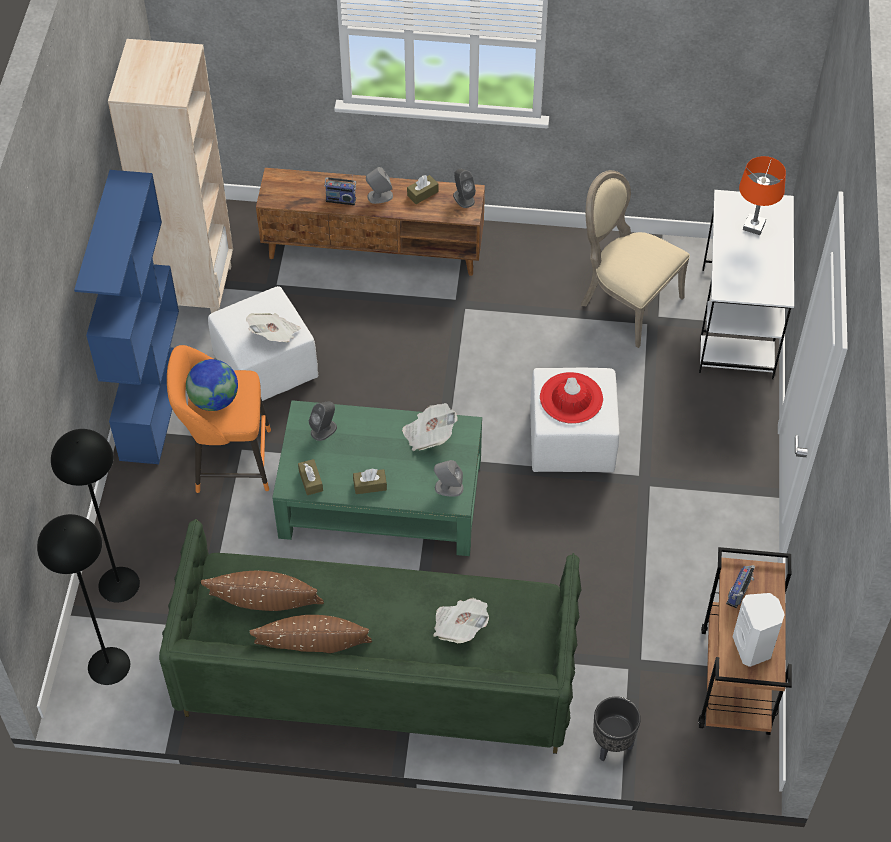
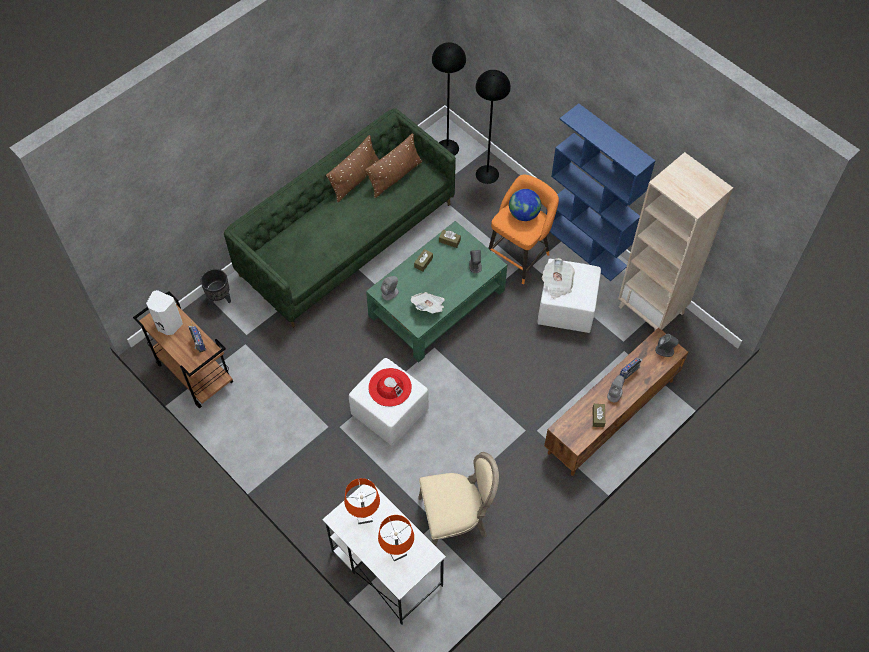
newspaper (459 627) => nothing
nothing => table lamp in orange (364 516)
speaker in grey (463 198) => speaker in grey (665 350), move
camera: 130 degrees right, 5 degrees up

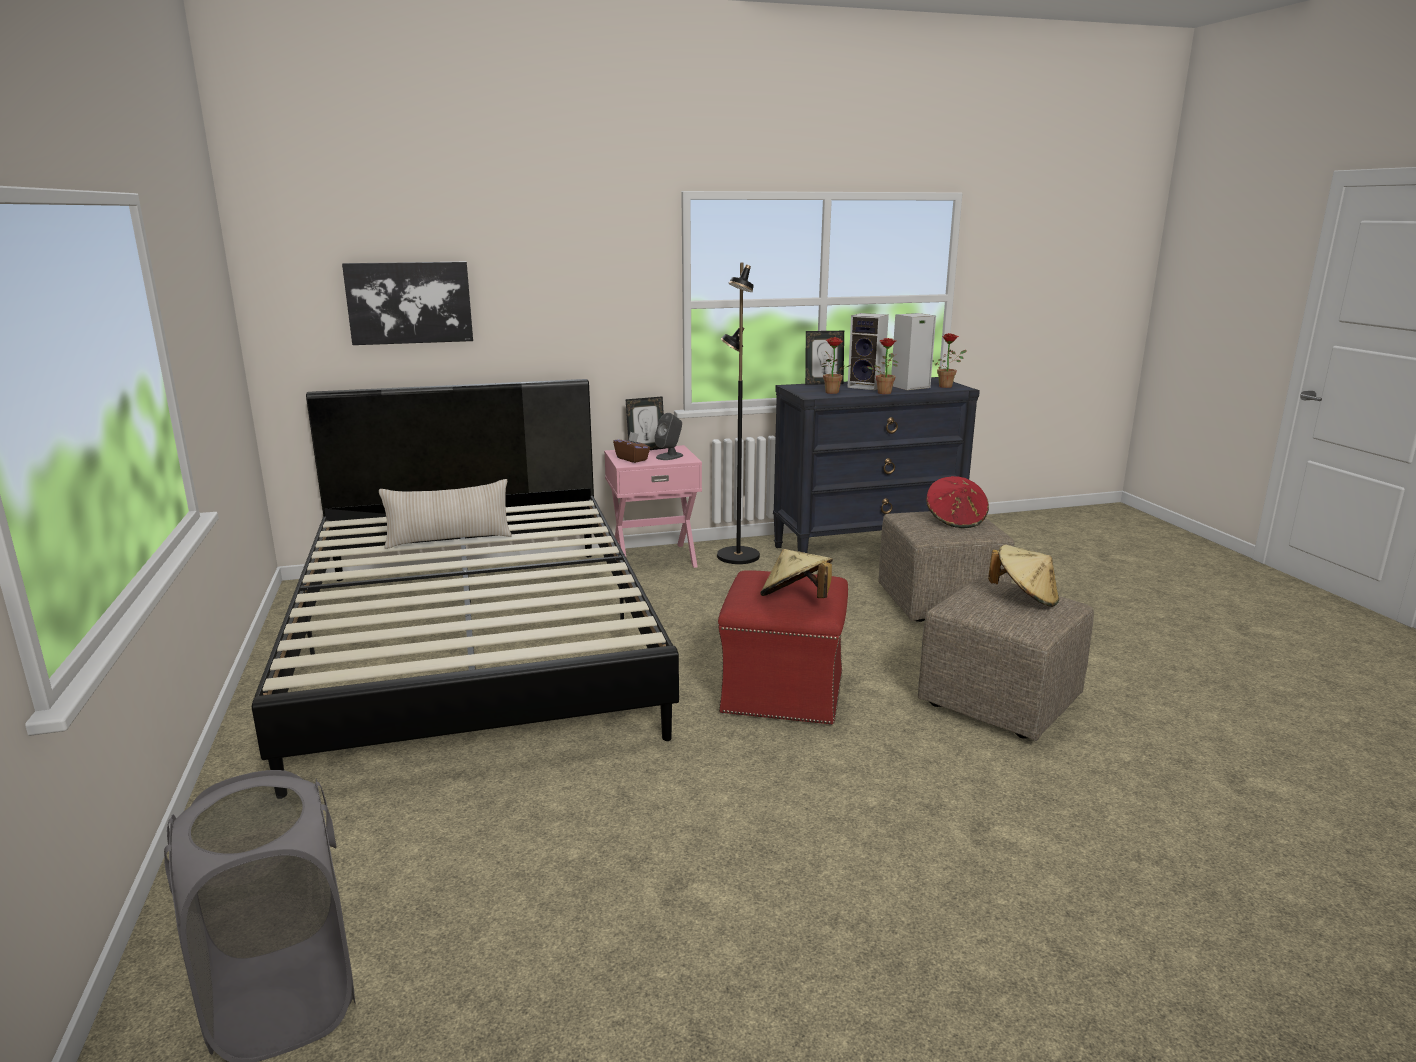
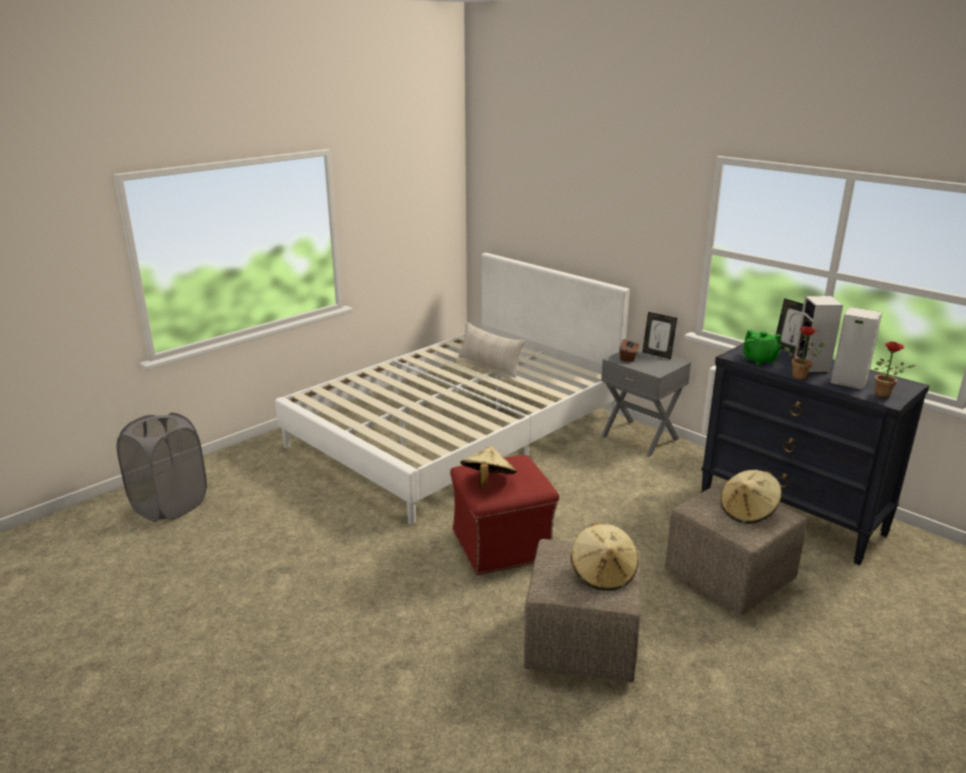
picture (409 302) => nothing
speaker in grey (669 456) => nothing
floor lamp in black (737 556) => nothing
potted plant (832 393) => teapot in green (759 360)
bed in black (476 643) => bed in white (457 430)
nightstand in pink (653 558) => nightstand in grey (640 437)
hat in red (955 520) => hat in beige (748 512)
camera: 60 degrees right, 5 degrees up

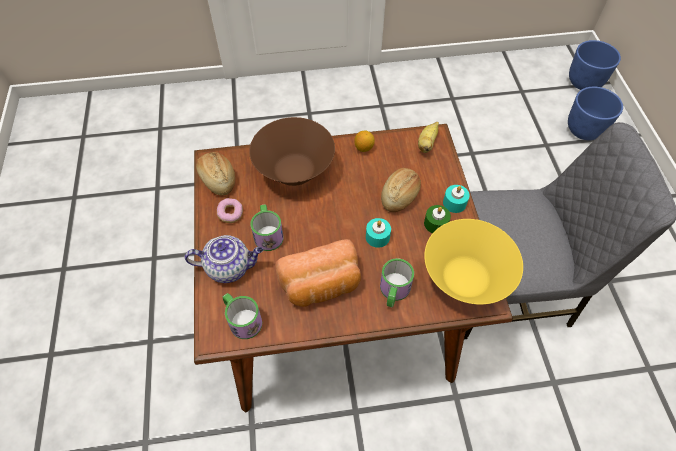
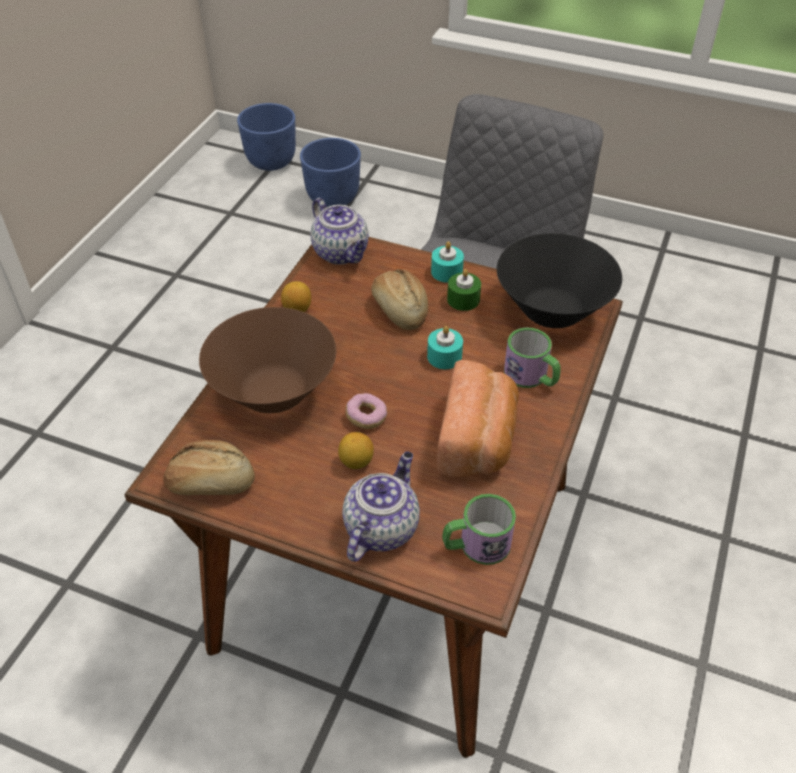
donut (230 214) => donut (366 417), move
mug (268 233) => lemon (356 462)
banana (427 143) => teapot (342 253)
bowl in yellow (465 278) => bowl in black (552 310)
camera: 60 degrees left, 10 degrees down

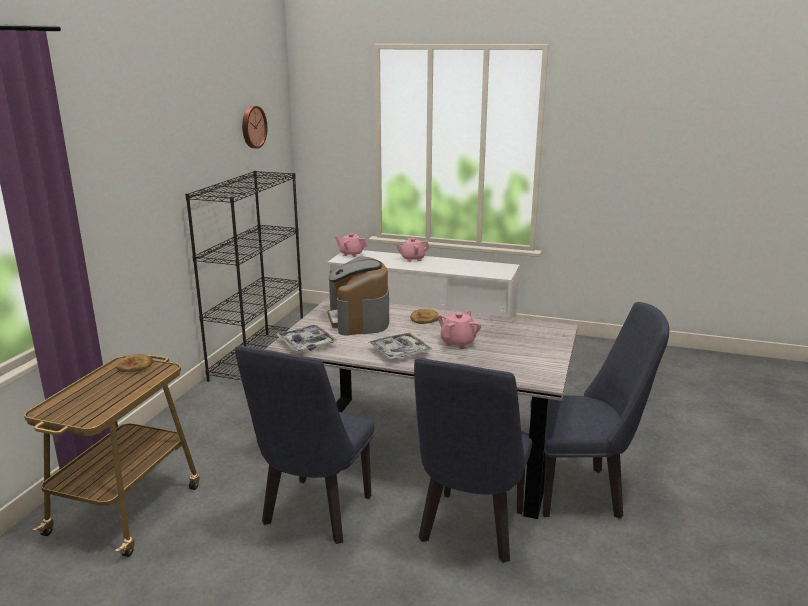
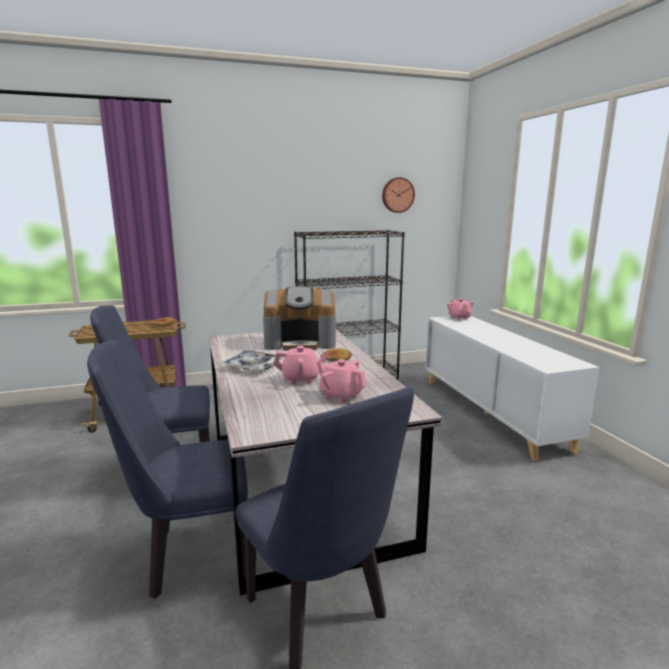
tray (306 343) => nothing
teapot in pink (412 259) => teapot in pink (341 395), move
coffee machine (359 319) => coffee machine (301 342), 135 degrees counterclockwise
camera: 55 degrees right, 5 degrees down

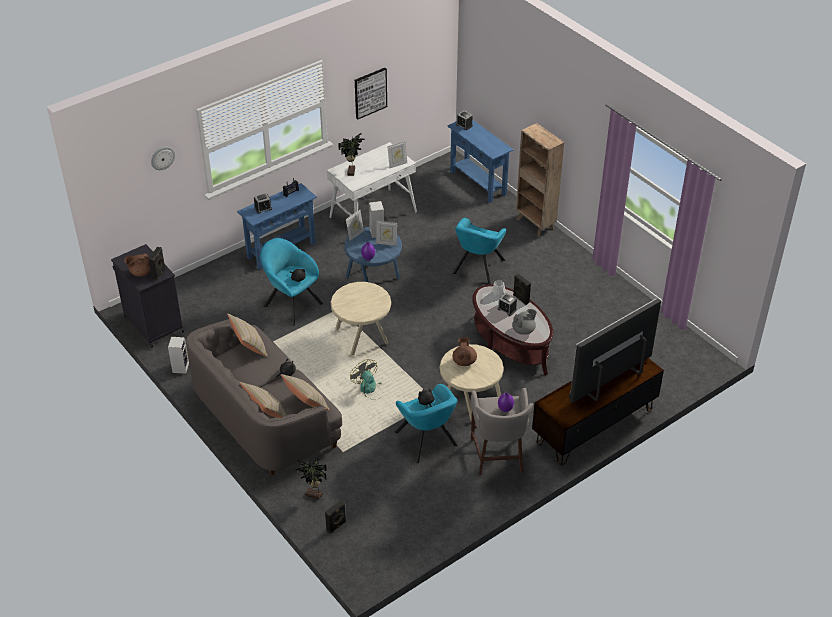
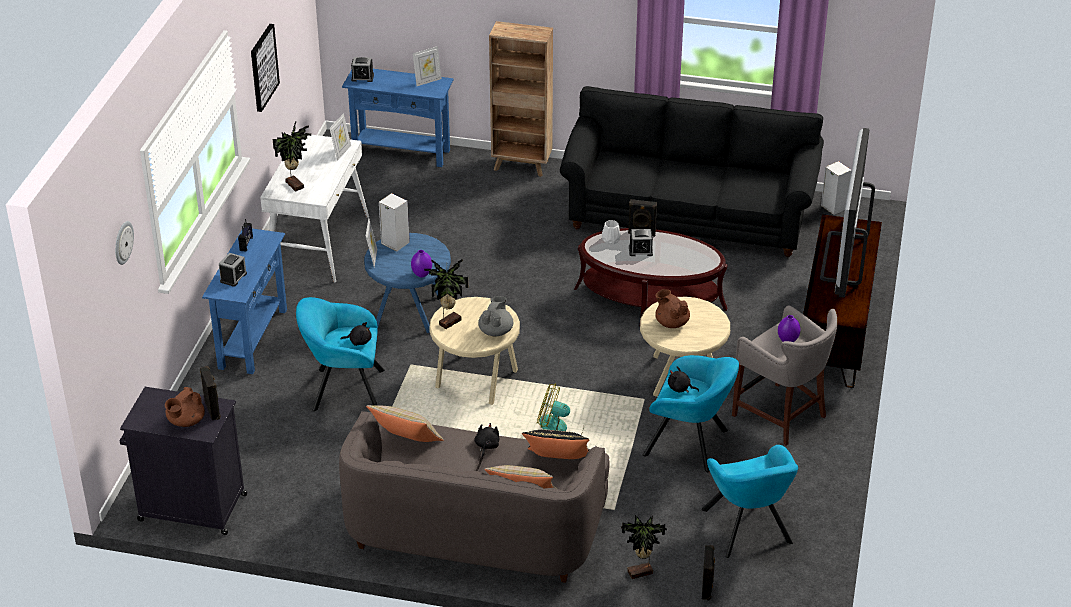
nothing => potted plant (448 322)
nothing => sofa in black (689 216)
speaker (180 367) => speaker (832 207), move
picture frame (386 243) => picture frame (427 81), move
armchair in turquoise (477 268) => armchair in turquoise (748 529), move
teapot in grey (523 330) => teapot in grey (496 331), move
pillow in beige (306 404) => pillow in black (557 463)
camera: 40 degrees left, 5 degrees down

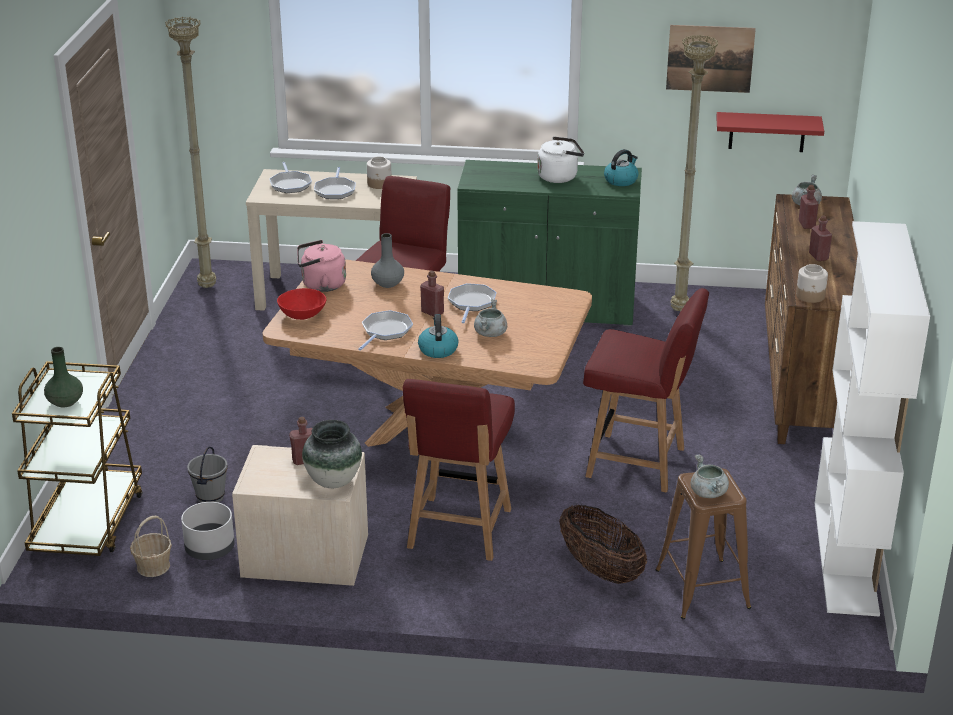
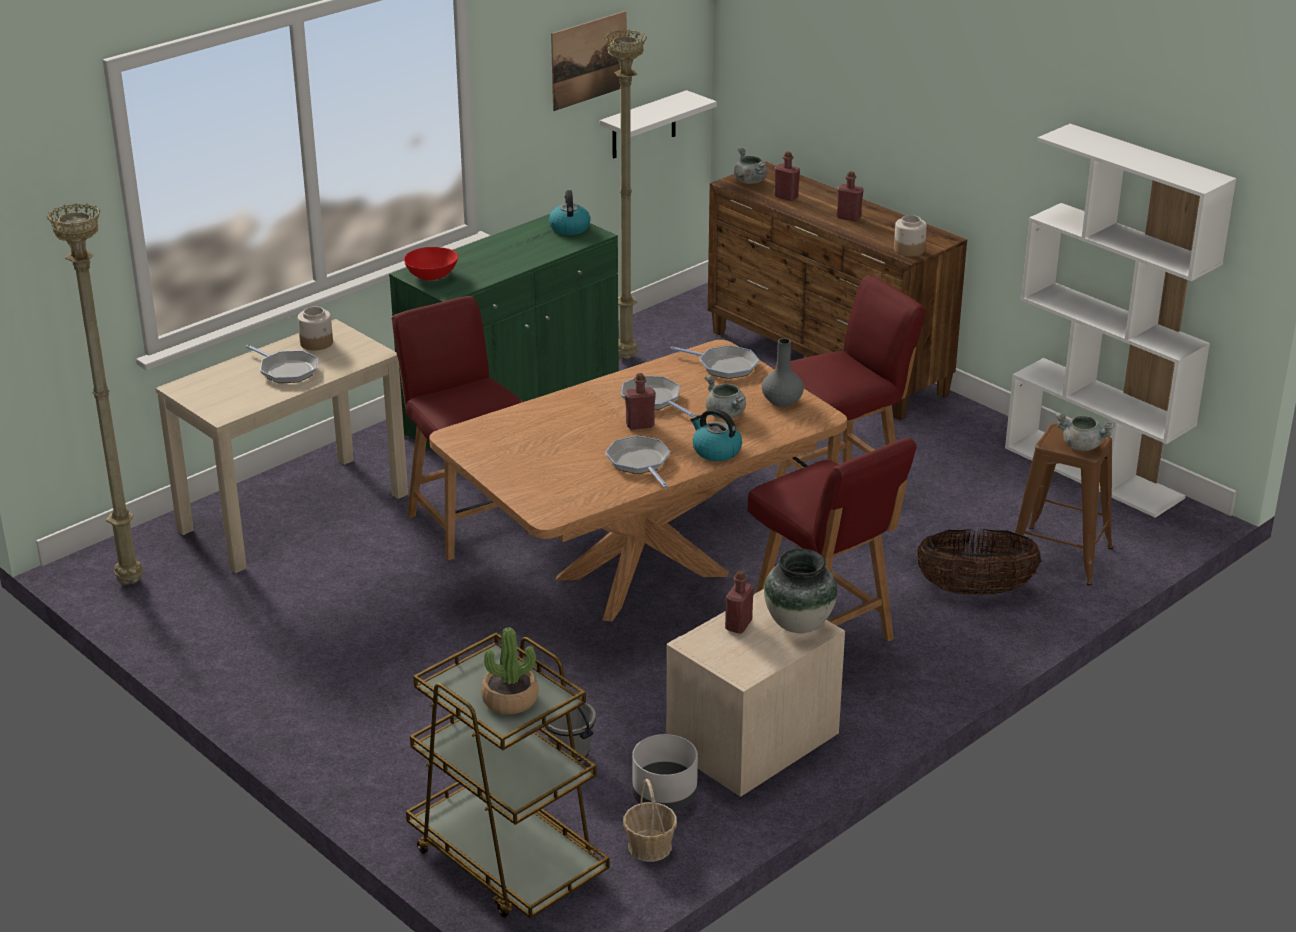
kettle in pink (321 285) => nothing
kettle in white (560 176) => nothing
frying pan (290 184) => frying pan (724 366), move
bowl in red (302 315) => bowl in red (432 275), move
vase in grey (388 283) => vase in grey (782 401), move
vase in green (64 402) => potted plant (510 700)
shelf in red (767 132) => shelf in white (643 125)
camera: 50 degrees left, 0 degrees up

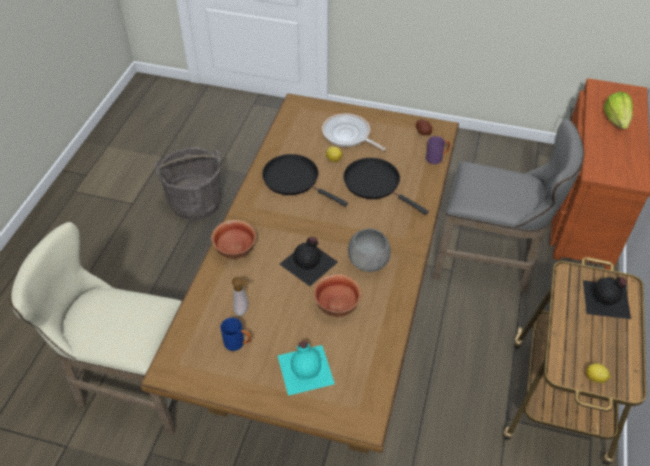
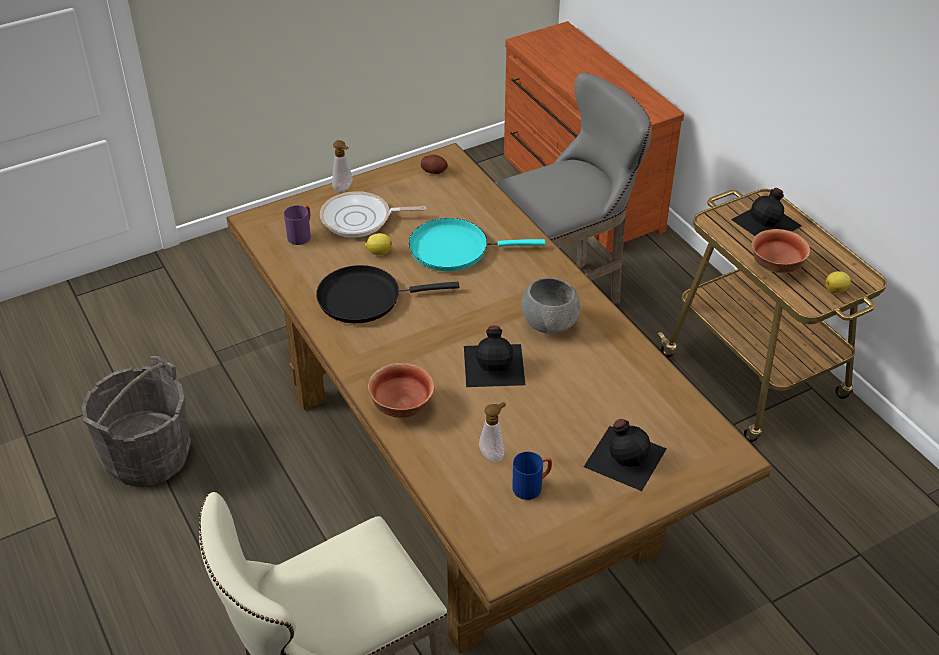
lettuce (616 120) => nothing
nothing => soap dispenser (344 189)
bowl (336 306) => bowl (775 267), move
mug in purple (437 158) => mug in purple (301 235), move
bottle in turquoise (306 368) => bottle in black (624 456)
frying pan in black (375 183) => frying pan in turquoise (454 249)
camera: 45 degrees left, 5 degrees down

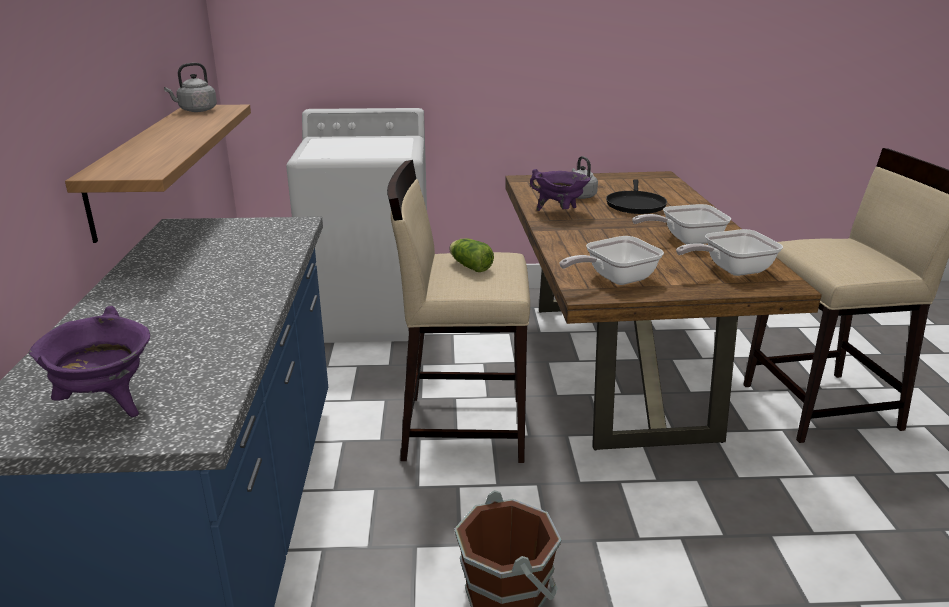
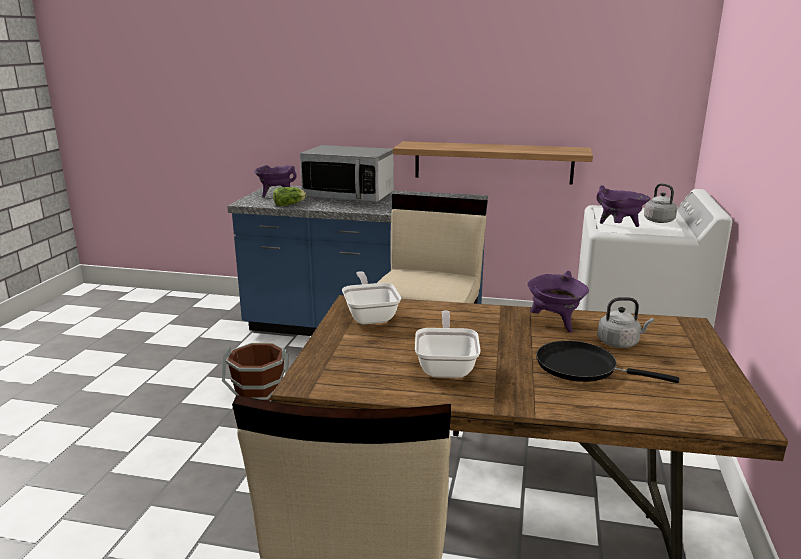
frying pan (731 270) => nothing
nothing => microwave (349 196)
nothing => cooking pot in purple (619 227)
kettle in grey (196 110) => kettle in grey (657 220), move
lettuce (469 266) => lettuce (290 204), move
camera: 105 degrees right, 5 degrees down

